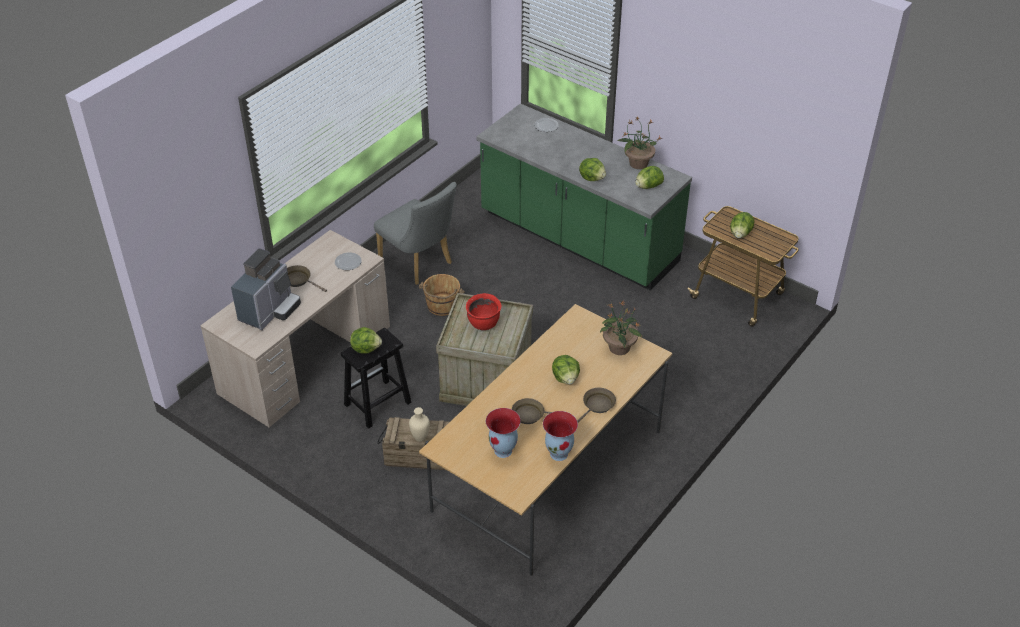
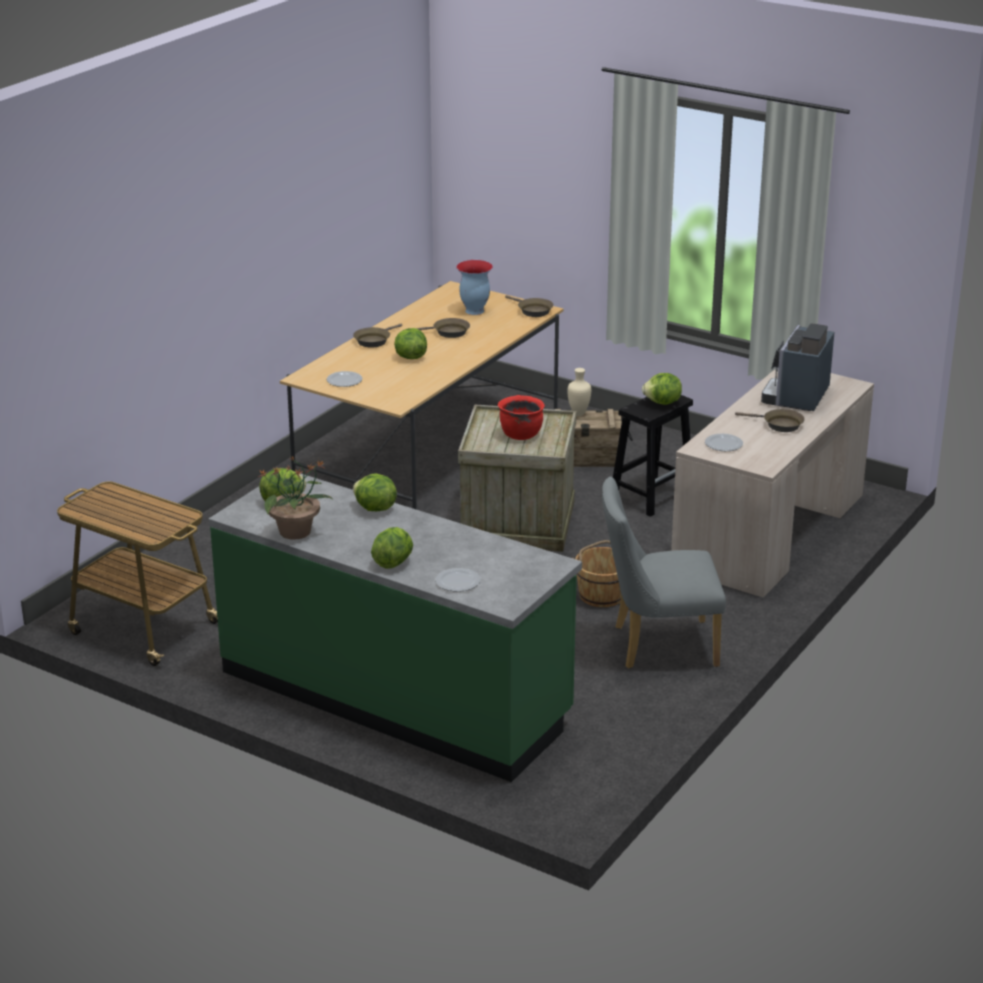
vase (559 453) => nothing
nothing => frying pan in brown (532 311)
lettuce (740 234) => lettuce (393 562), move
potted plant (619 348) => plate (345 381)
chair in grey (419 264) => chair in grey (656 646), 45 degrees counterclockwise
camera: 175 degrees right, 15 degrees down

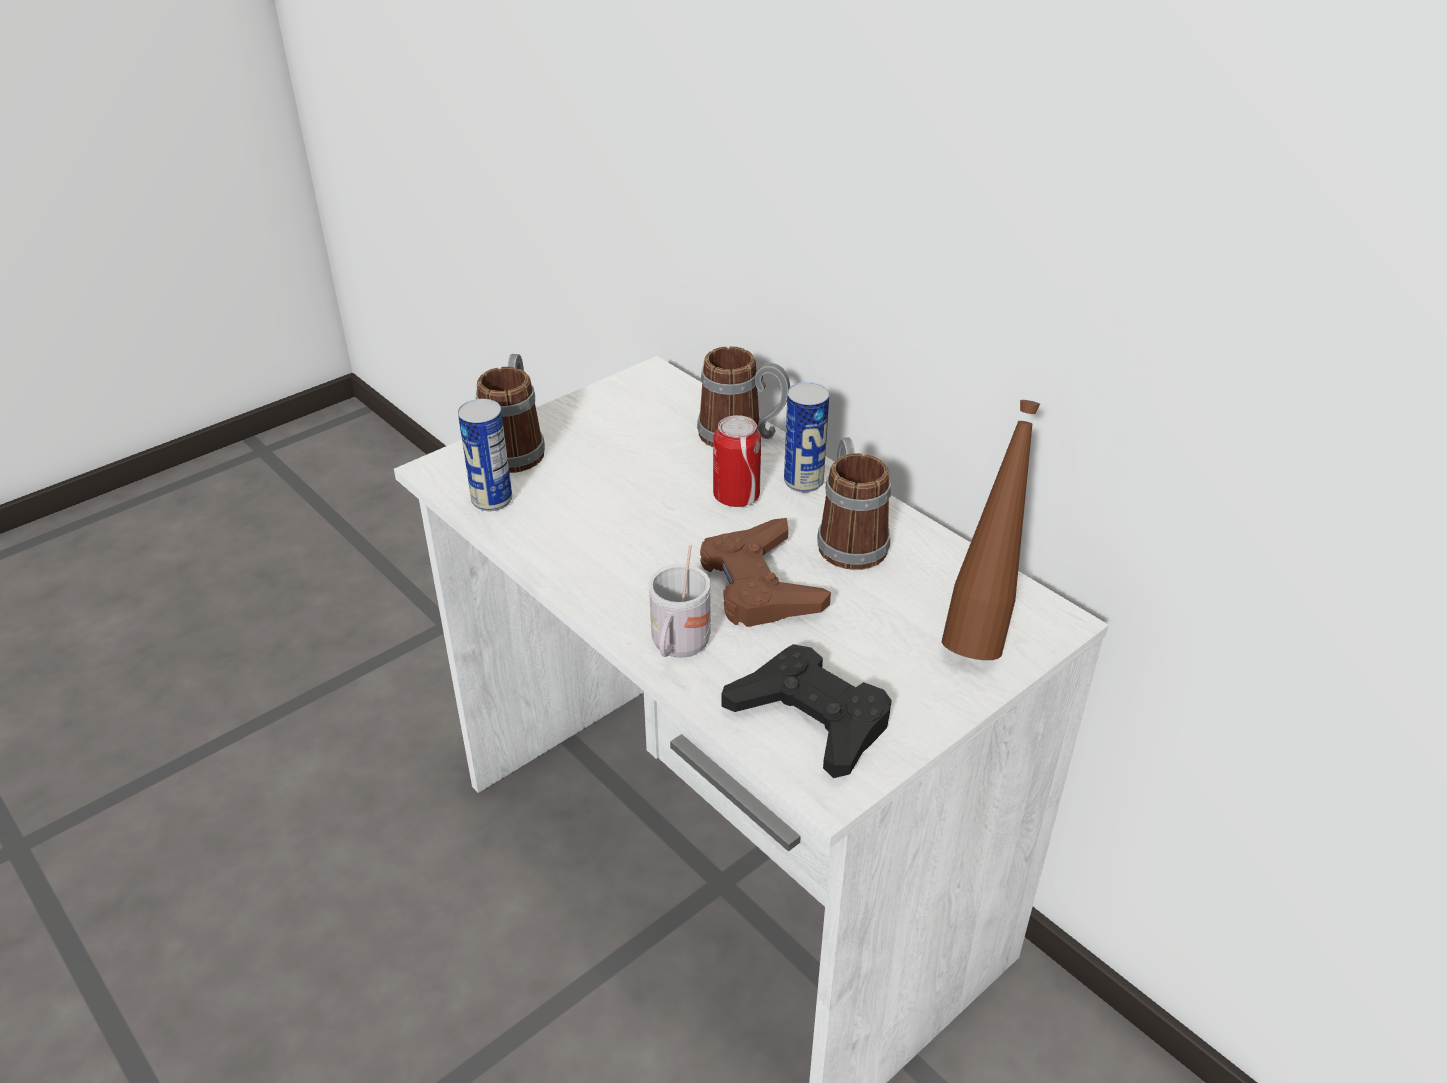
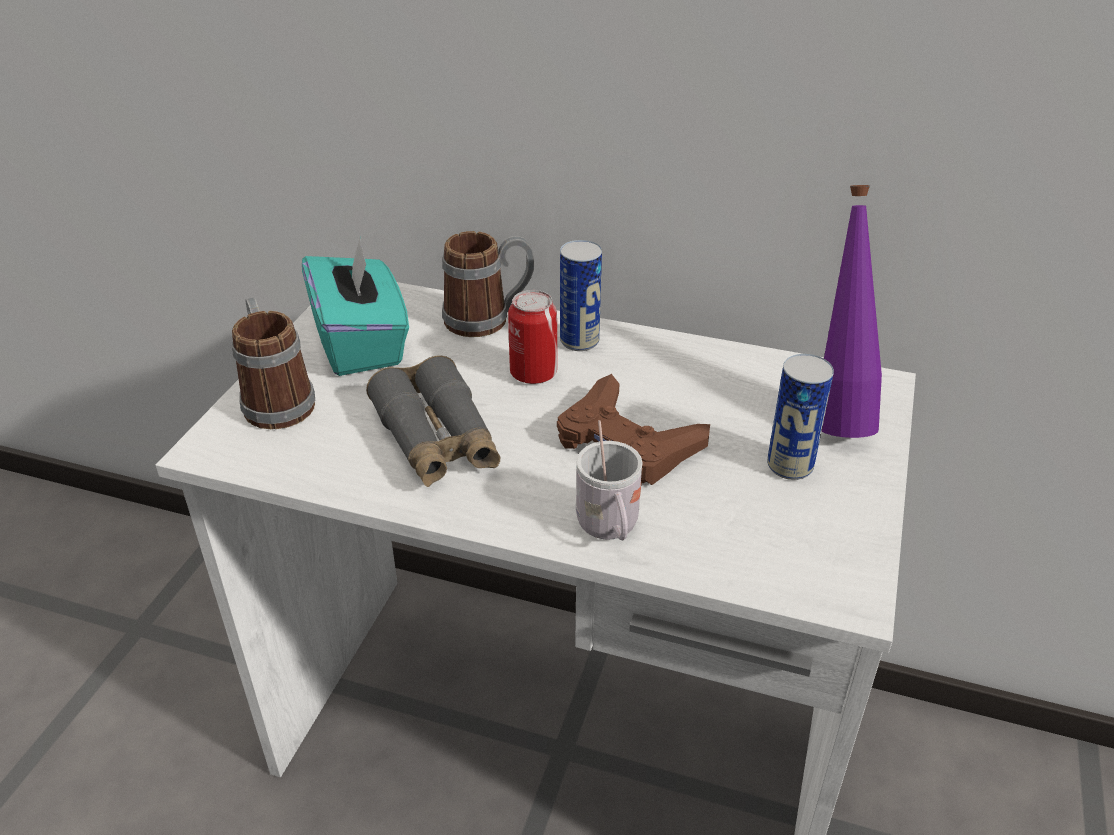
game controller in black (811 718) => nothing
mug (849 539) => nothing
nothing => tissue box in turquoise (361 343)
nothing => binoculars in grey (437 439)
can (492 500) => can (790 466), move
bottle in brown (979 632) => bottle in purple (835 415)
camera: 30 degrees left, 0 degrees up

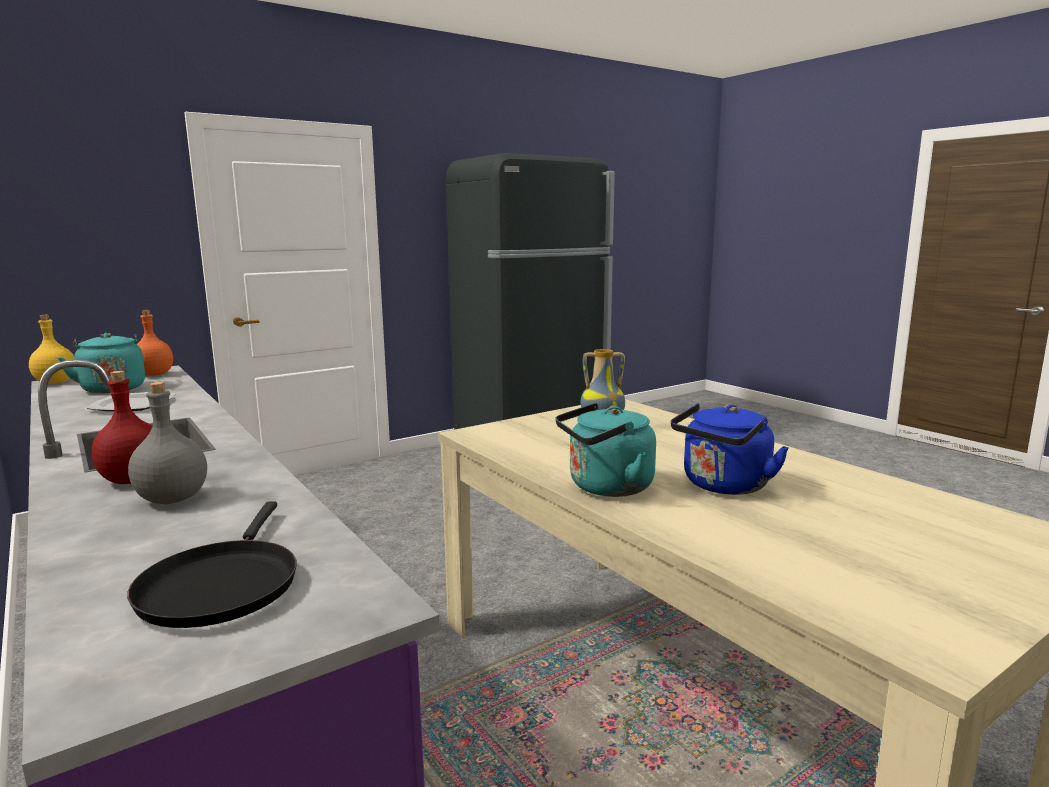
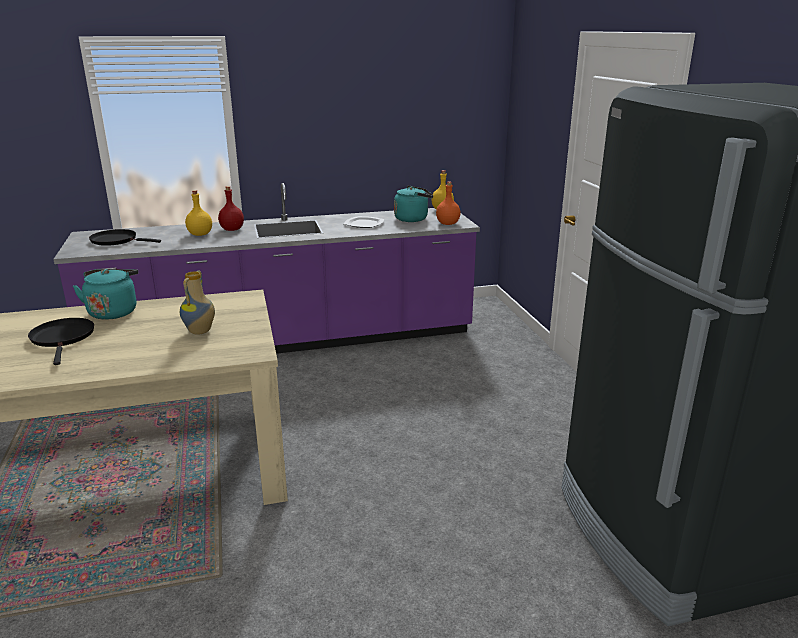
kettle in blue (723 486) => frying pan in black (63 338)
bottle in grey (173 499) => bottle in yellow (199 234)
camera: 110 degrees right, 10 degrees up

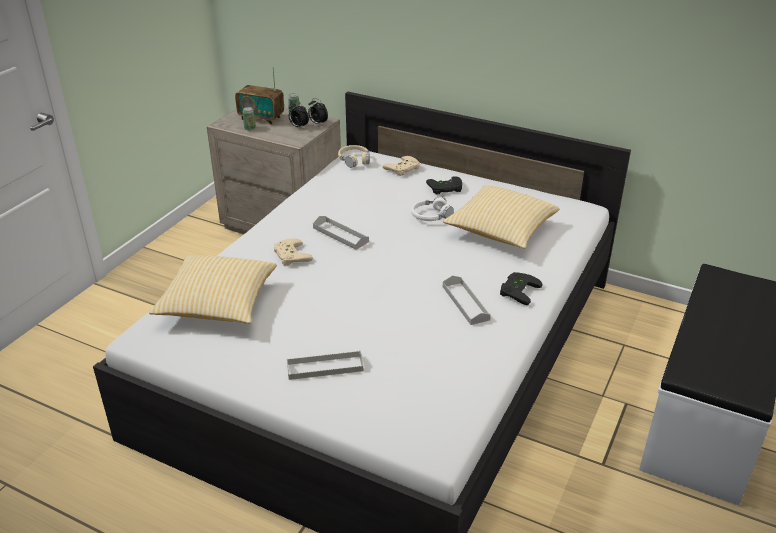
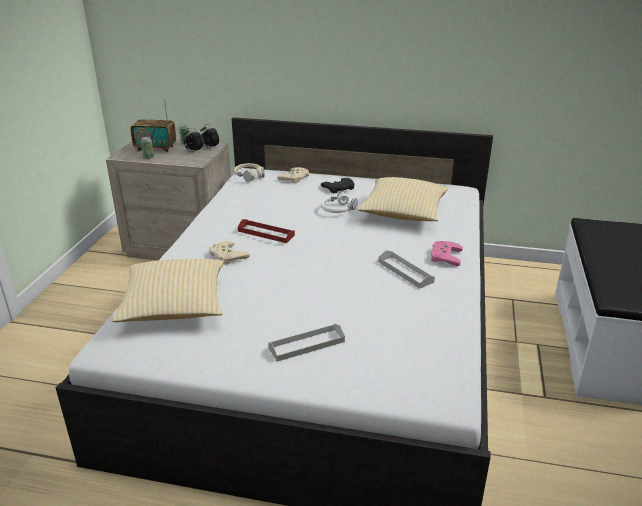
tray in grey (340 235) => tray in red (266 233)
game controller in black (517 290) => game controller in pink (443 255)
camera: 15 degrees left, 5 degrees down

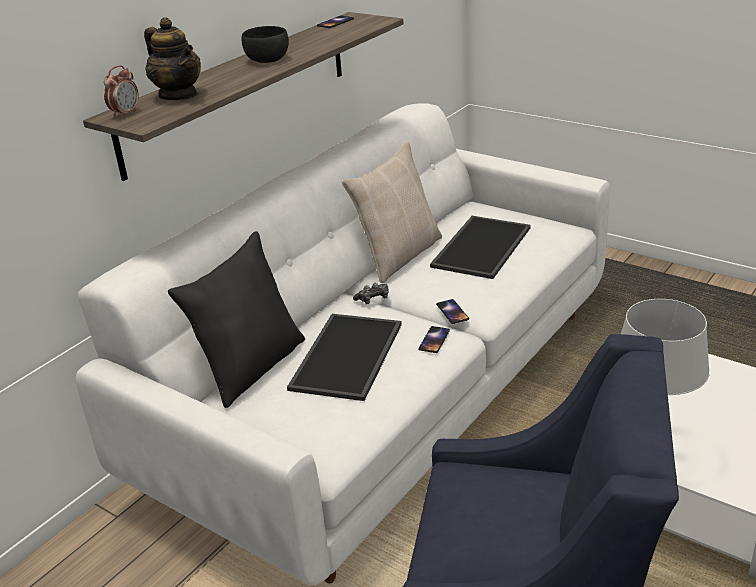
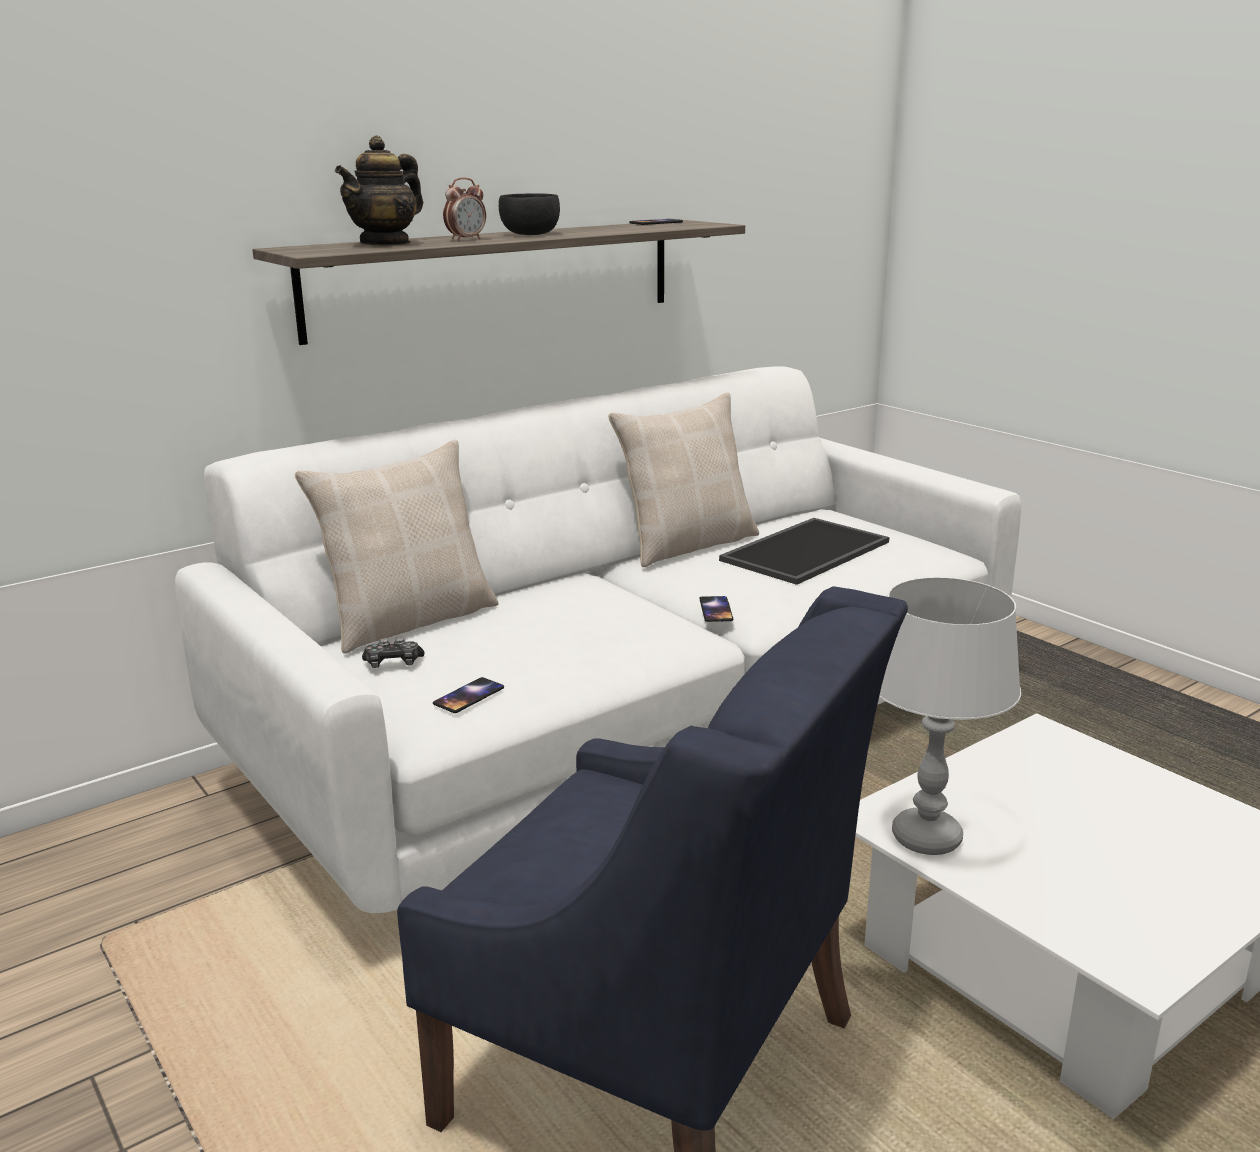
tray (348 357) => nothing
alarm clock (125 113) => alarm clock (466 239), move
game controller (373 299) => game controller (393 663), move
phone (434 340) => phone (469 696), move
pillow in black (251 367) => pillow in beige (409 620)
teapot (179 95) => teapot (386 243), 60 degrees clockwise
camera: 15 degrees right, 10 degrees down

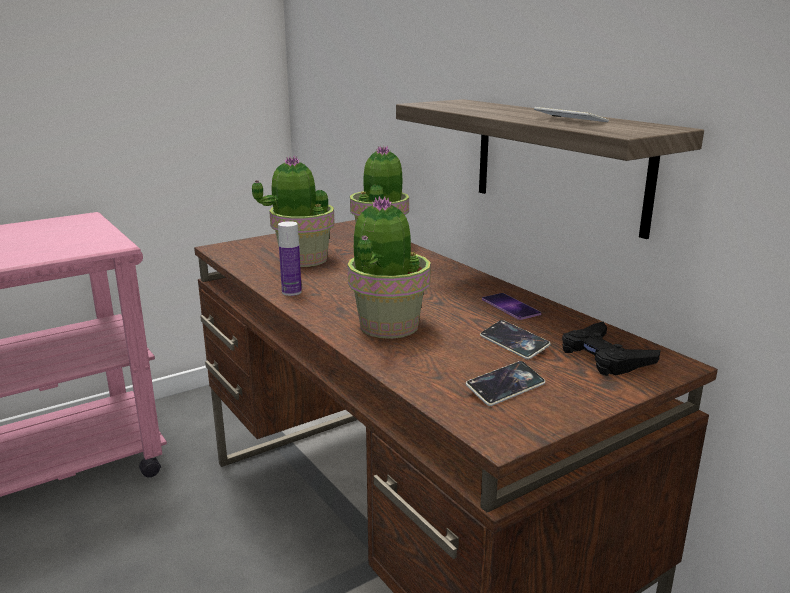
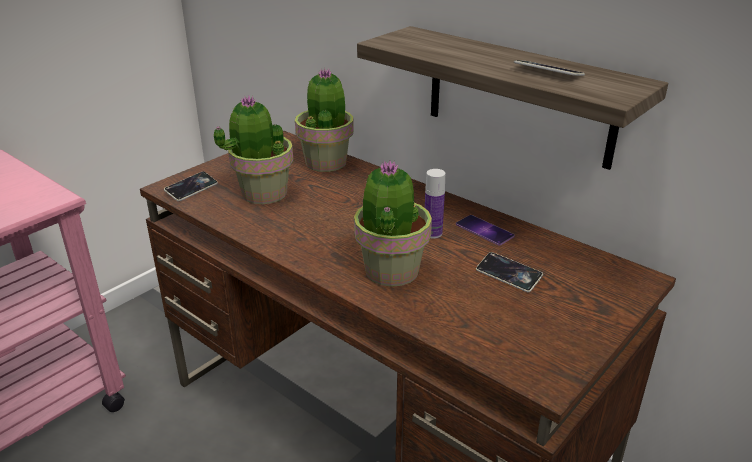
game controller in black (604 357) => nothing
bottle (291 292) => bottle (432 233), move
phone (505 388) => phone (191 189), move
camera: 15 degrees left, 10 degrees up

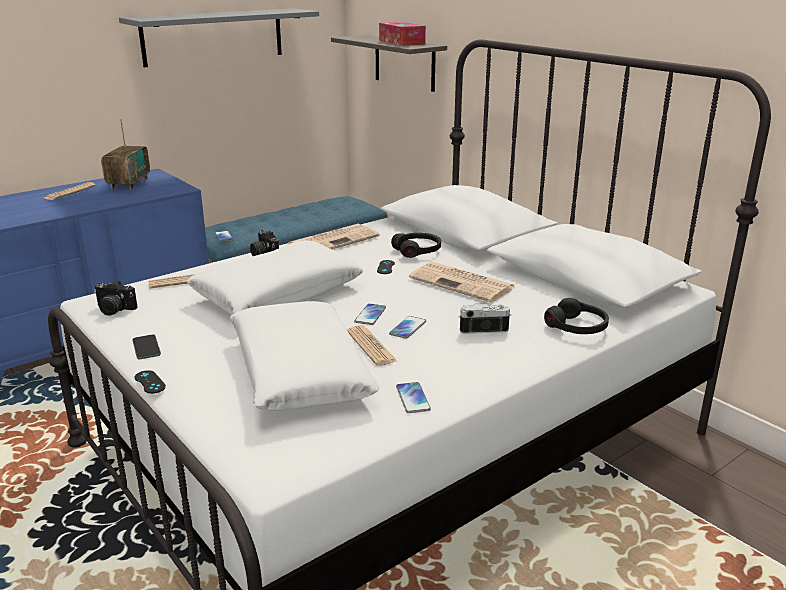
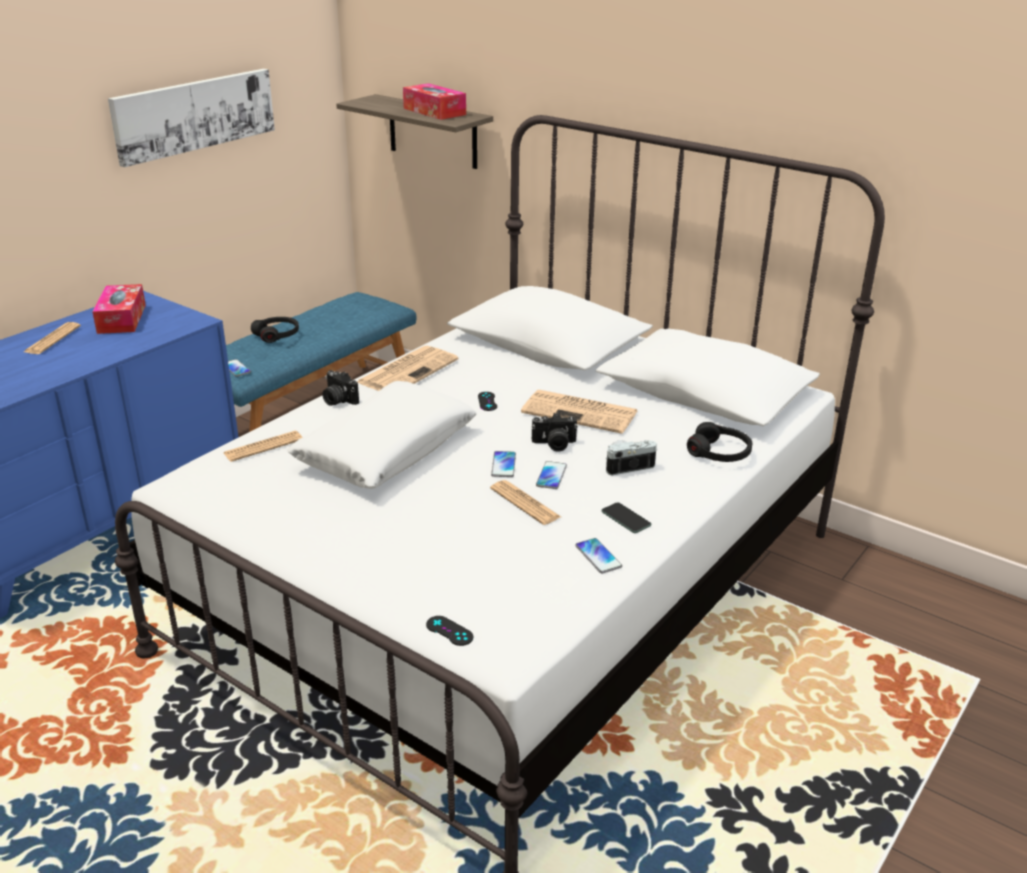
pillow in white (299 371) => nothing
photo camera (114 310) => photo camera (554 444), move
phone (146 347) => phone (626 518), move
game controller in black (150 382) => game controller in black (449 631), move
headphones in black (417 251) => headphones in black (277 335), move
radio (129 184) => tissue box (122 319)
shelf in grey (213 36) => picture (194 114)
camera: 15 degrees left, 5 degrees up

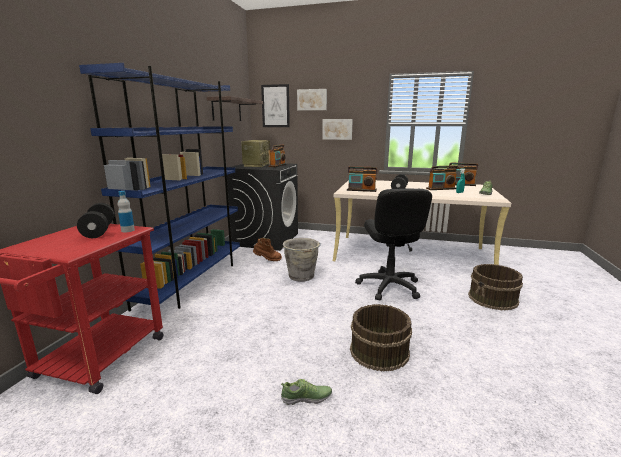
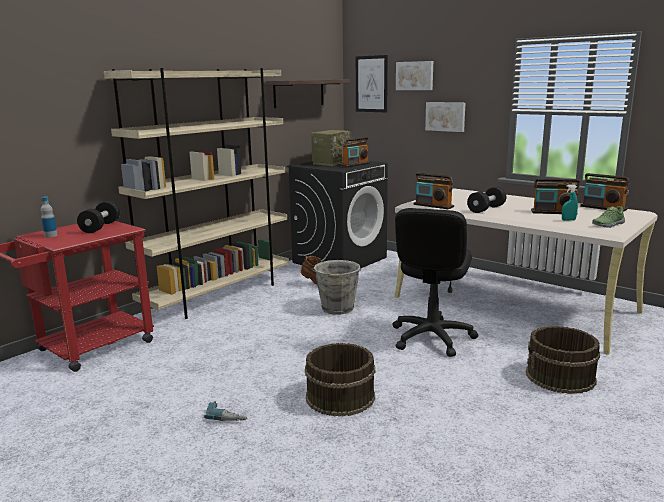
bottle (128 230) => bottle (51 236), move
shoe (306 398) => power drill (228 416)
bookcase in blue (192 281) => bookcase in beige (218 295)
camera: 25 degrees right, 0 degrees up

